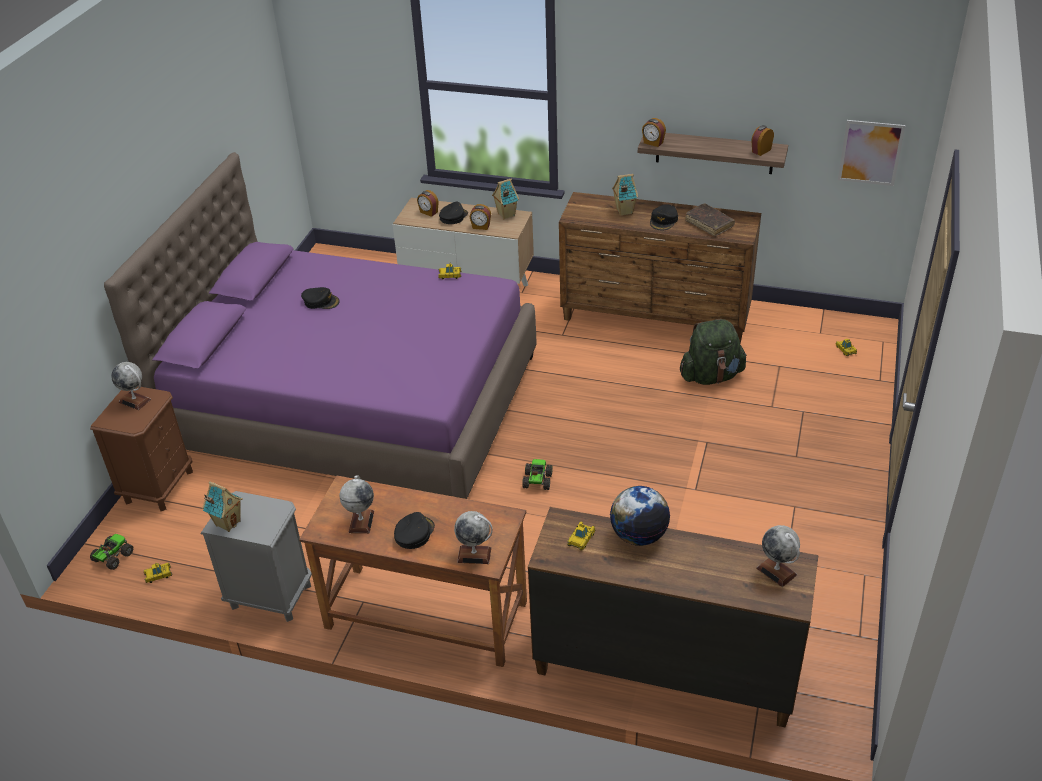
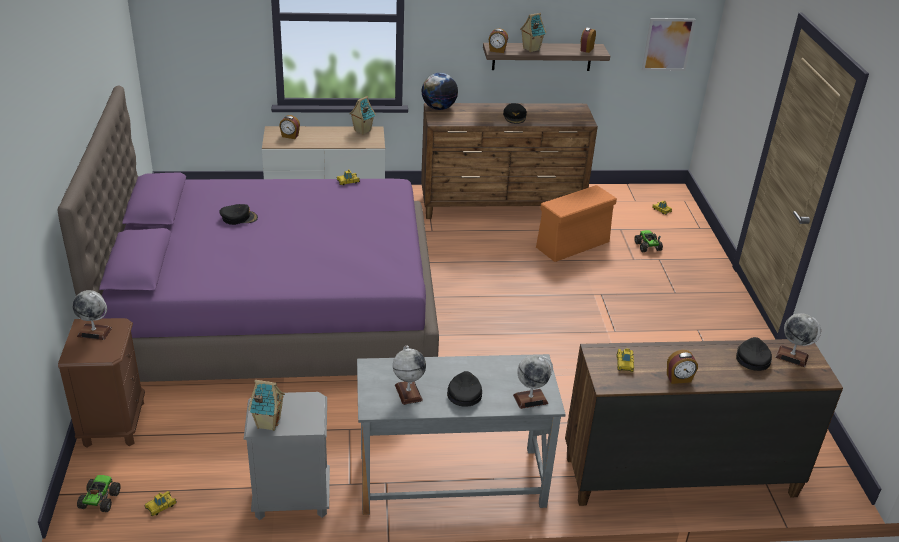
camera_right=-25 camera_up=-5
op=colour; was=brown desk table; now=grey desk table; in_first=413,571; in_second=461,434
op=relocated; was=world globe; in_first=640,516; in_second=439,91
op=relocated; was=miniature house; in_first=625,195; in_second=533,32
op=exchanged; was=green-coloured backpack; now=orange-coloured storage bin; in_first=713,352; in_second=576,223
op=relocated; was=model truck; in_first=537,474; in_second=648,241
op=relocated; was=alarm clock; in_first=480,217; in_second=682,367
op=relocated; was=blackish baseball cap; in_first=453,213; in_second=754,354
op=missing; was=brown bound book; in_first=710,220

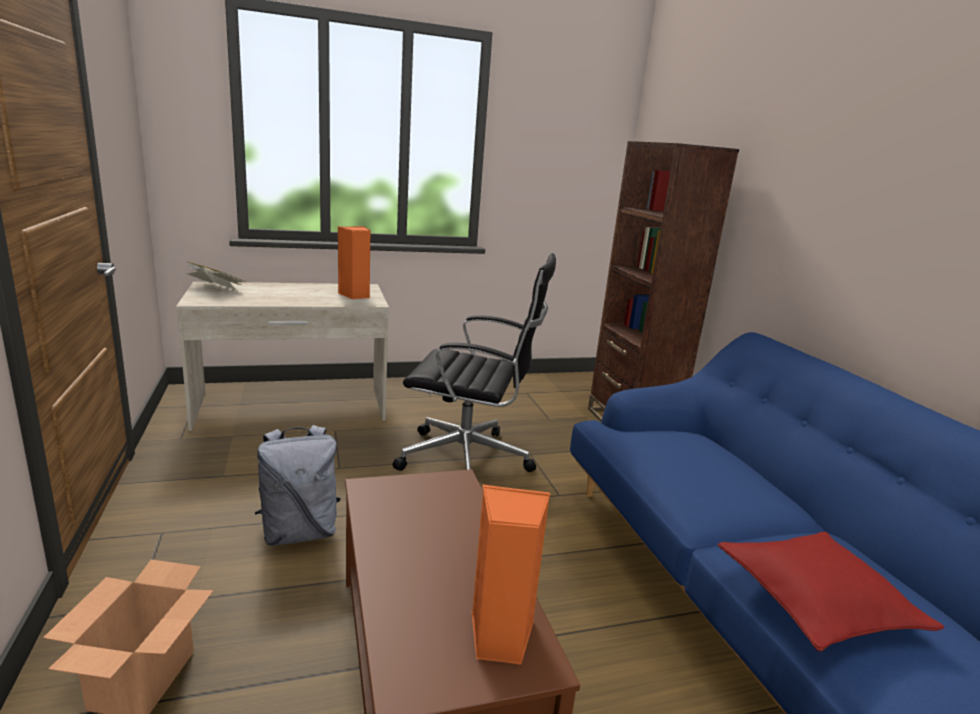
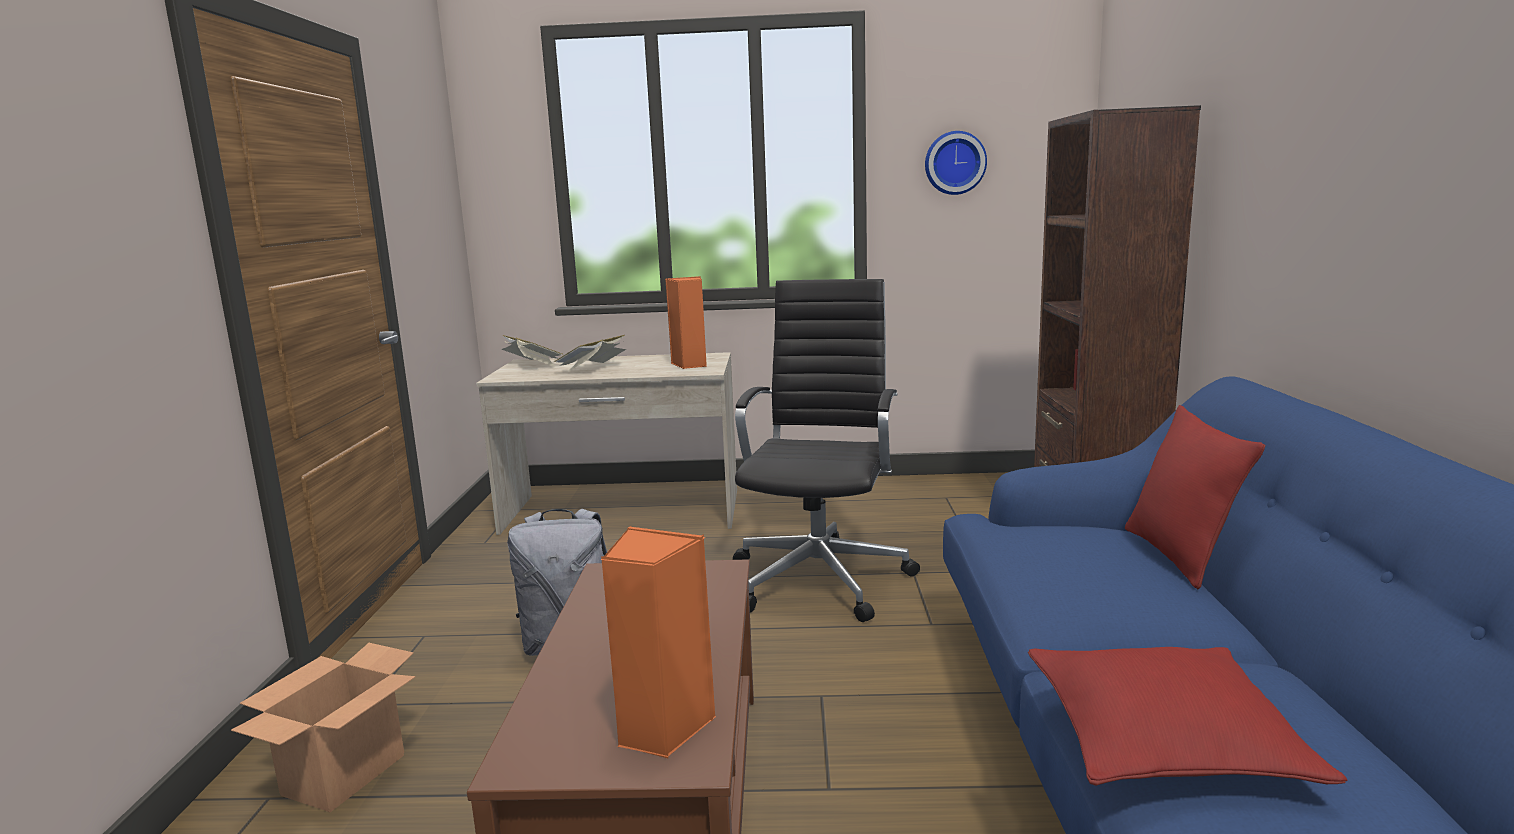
camera_right=20 camera_up=-5
op=appeared; now=bound book; in_second=590,354
op=spun; was=blackish desk chair; in_first=474,362; in_second=826,450; clockwise=-105
op=appeared; now=clock on the wall; in_second=956,163
op=appeared; now=reddish throw pillow; in_second=1195,497

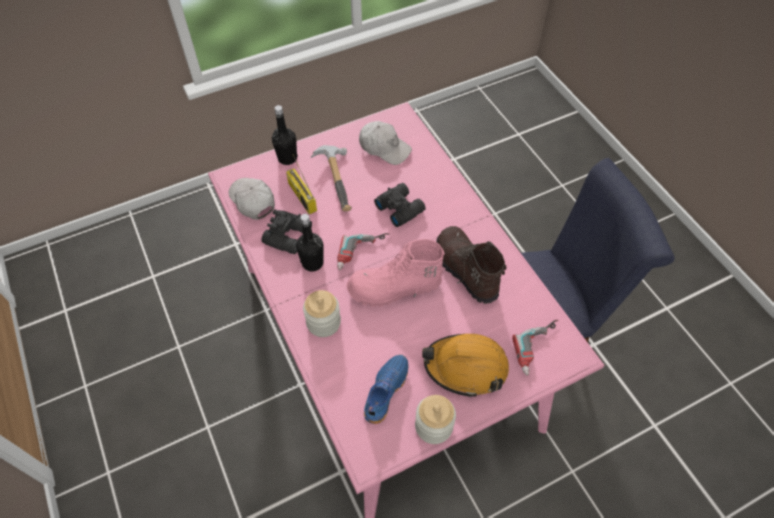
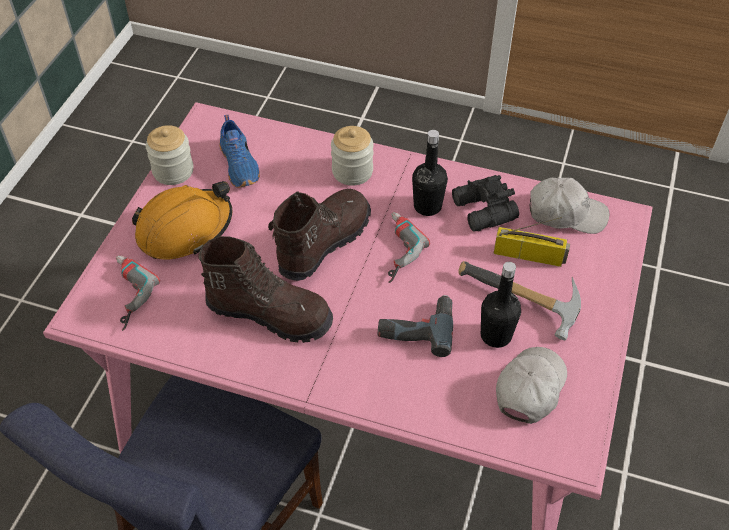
camera_right=135 camera_up=-5
op=colour; was=pinkish boot; now=brown boot; in_first=395,273; in_second=319,235
op=exchanged; was=blackish field glasses; now=electric drill; in_first=400,205; in_second=415,326
op=relocated; was=blackish beverage bottle; in_first=285,135; in_second=501,305
op=spun; was=whitish baseball cap; in_first=385,143; in_second=531,385; clockwise=135

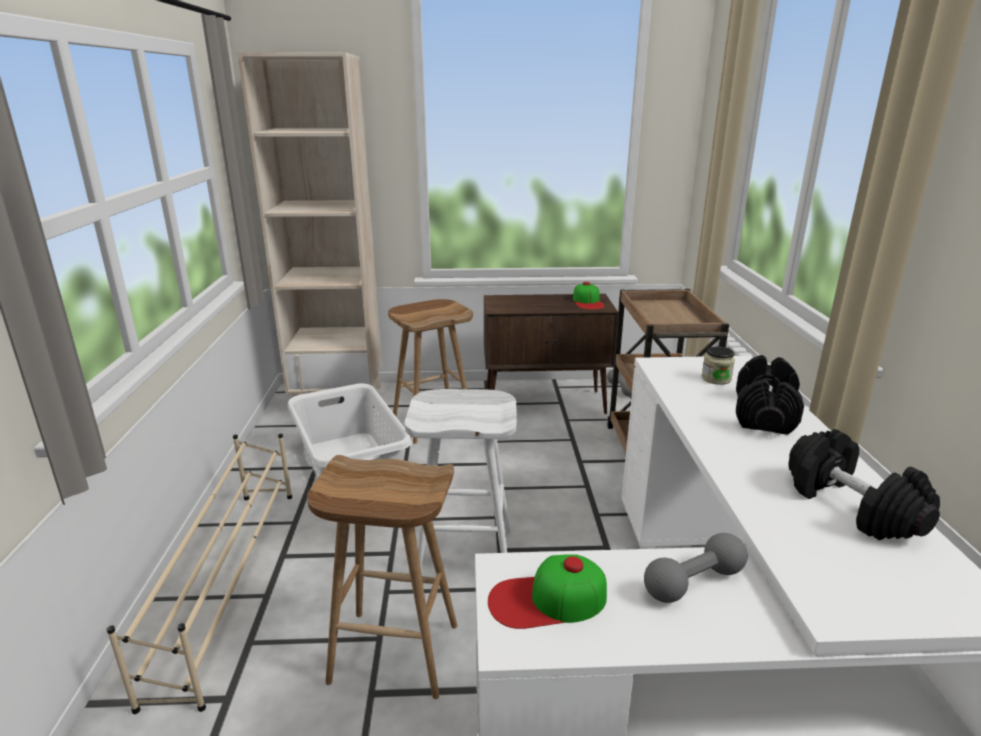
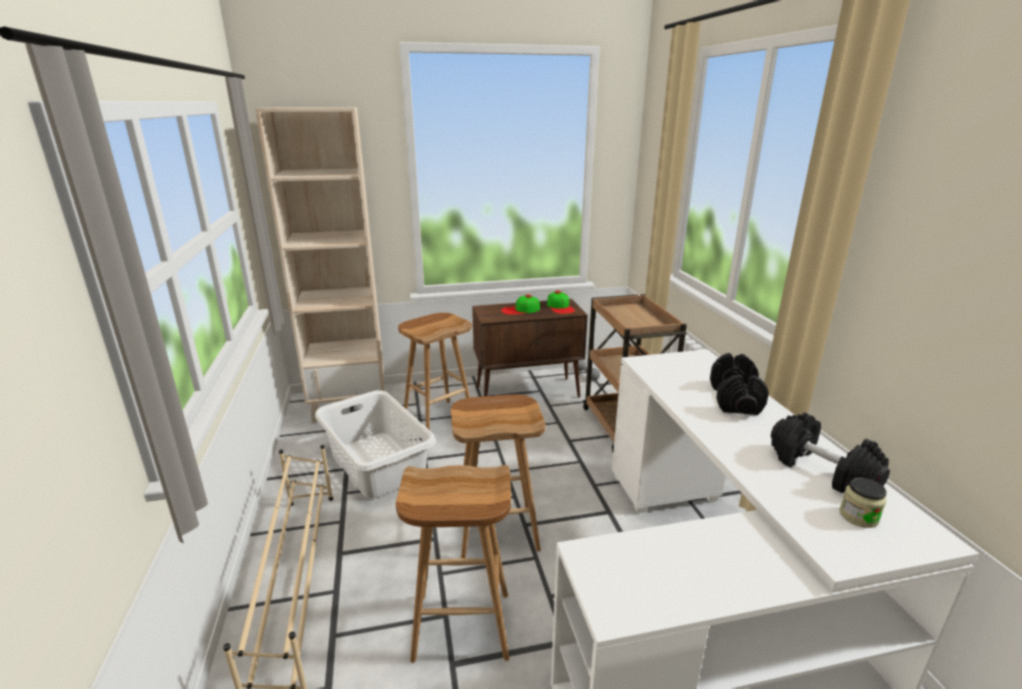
camera_right=-10 camera_up=0
op=colour; was=whitish stool; now=brown stool; in_first=460,479; in_second=498,476
op=relocated; was=baseball cap; in_first=547,591; in_second=520,304
op=relocated; was=storage jar; in_first=718,365; in_second=863,502
op=missing; was=grey free weight; in_first=696,568

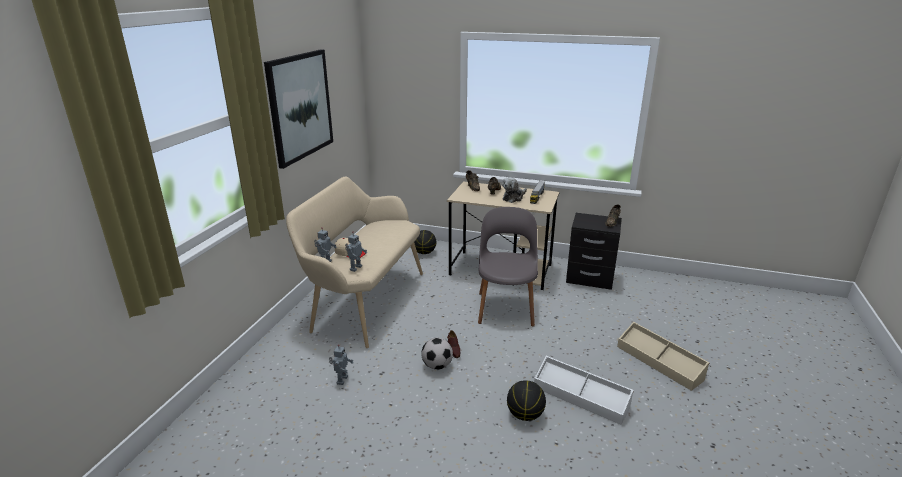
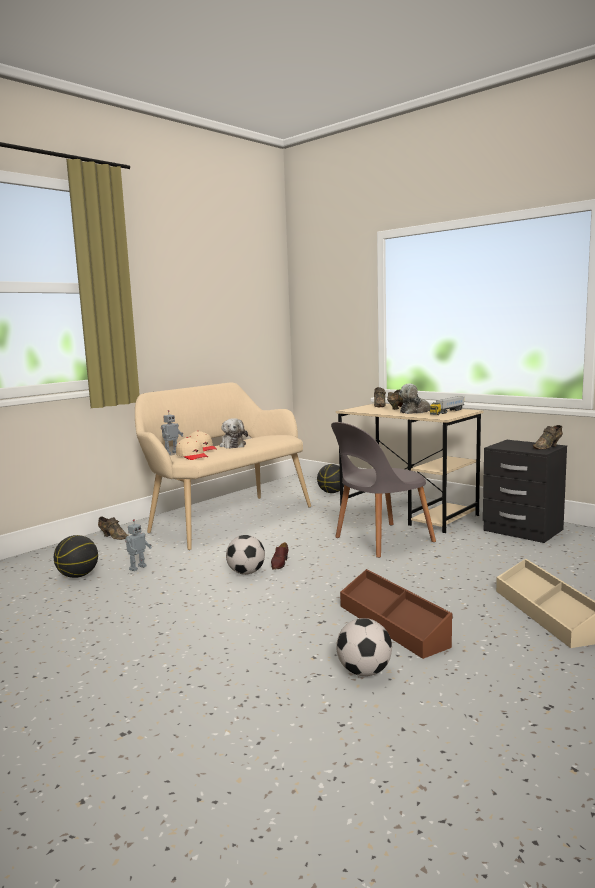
camera_right=25 camera_up=-15
op=relocated; was=basketball ball; in_first=526,400; in_second=76,556
op=appeared; now=brown shoe; in_second=113,528
op=exchanged; was=robot figure; now=beige-coloured baseball cap; in_first=356,252; in_second=192,448
op=appeared; now=soft toy; in_second=234,433
op=spun; was=grey chair; in_first=508,267; in_second=383,490; clockwise=-150
op=appeared; now=football ball; in_second=364,647
op=colour; was=whitish storage bin; now=brown storage bin; in_first=584,390; in_second=396,614
op=missing; was=picture; in_first=298,109

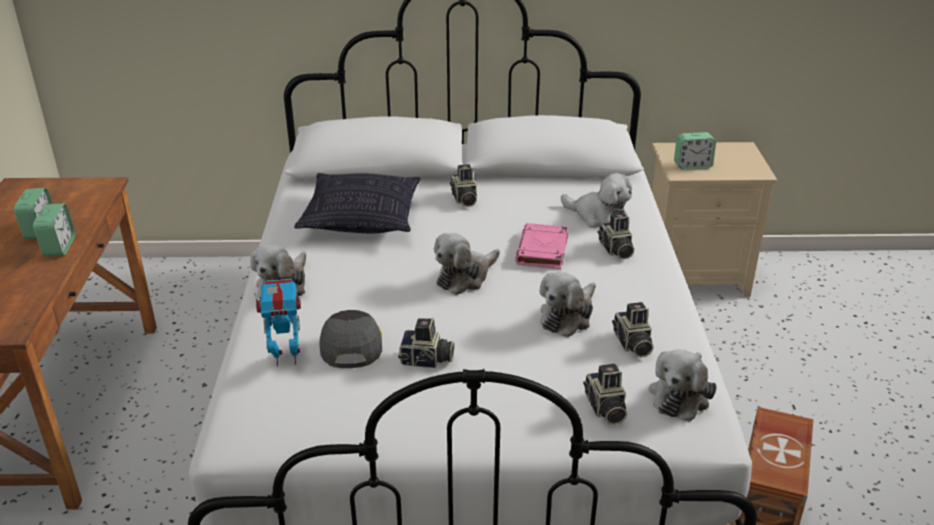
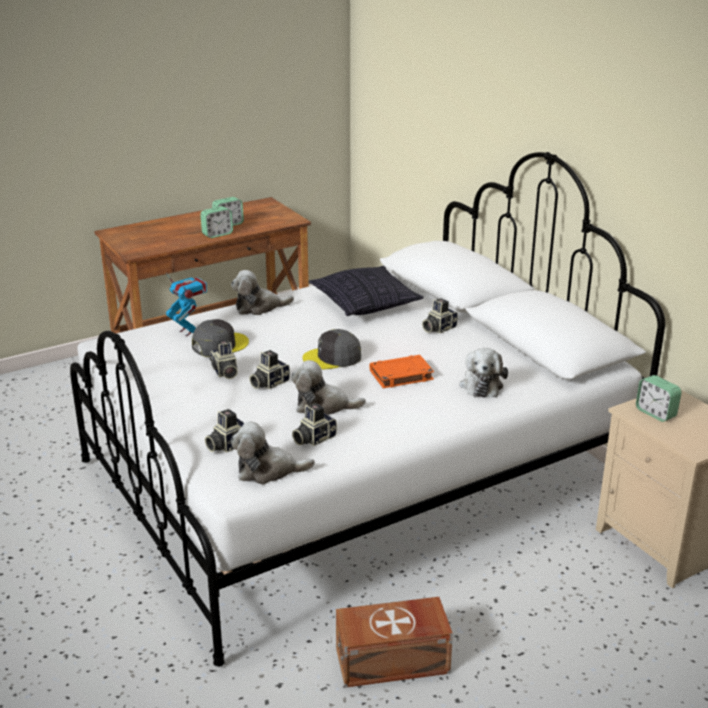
camera_right=60 camera_up=-5
op=relocated; was=photo camera; in_first=615,235; in_second=269,369
op=exchanged; was=soft toy; now=grey baseball cap; in_first=467,264; in_second=331,349
op=colour; was=pinkish bound book; now=orange-coloured bound book; in_first=541,246; in_second=401,371

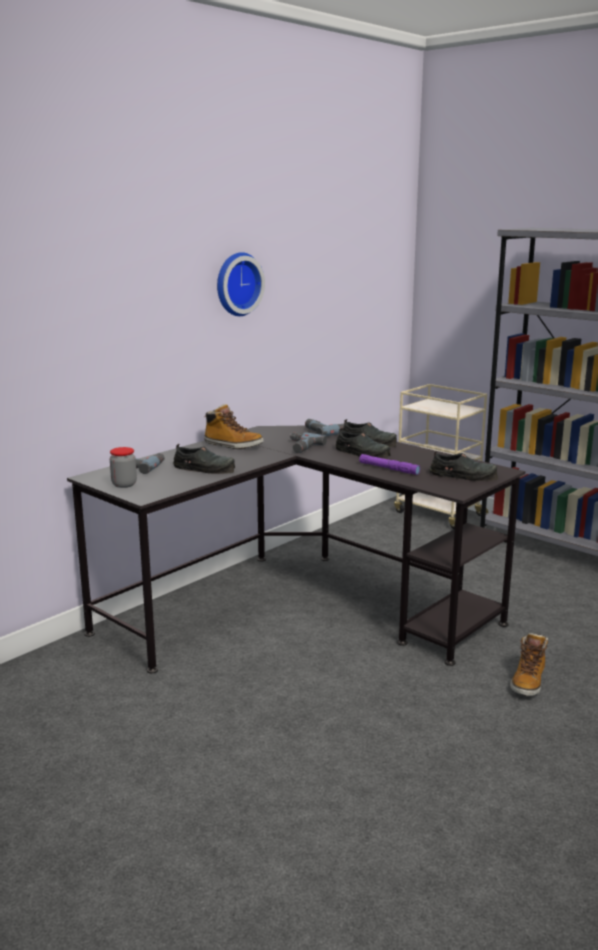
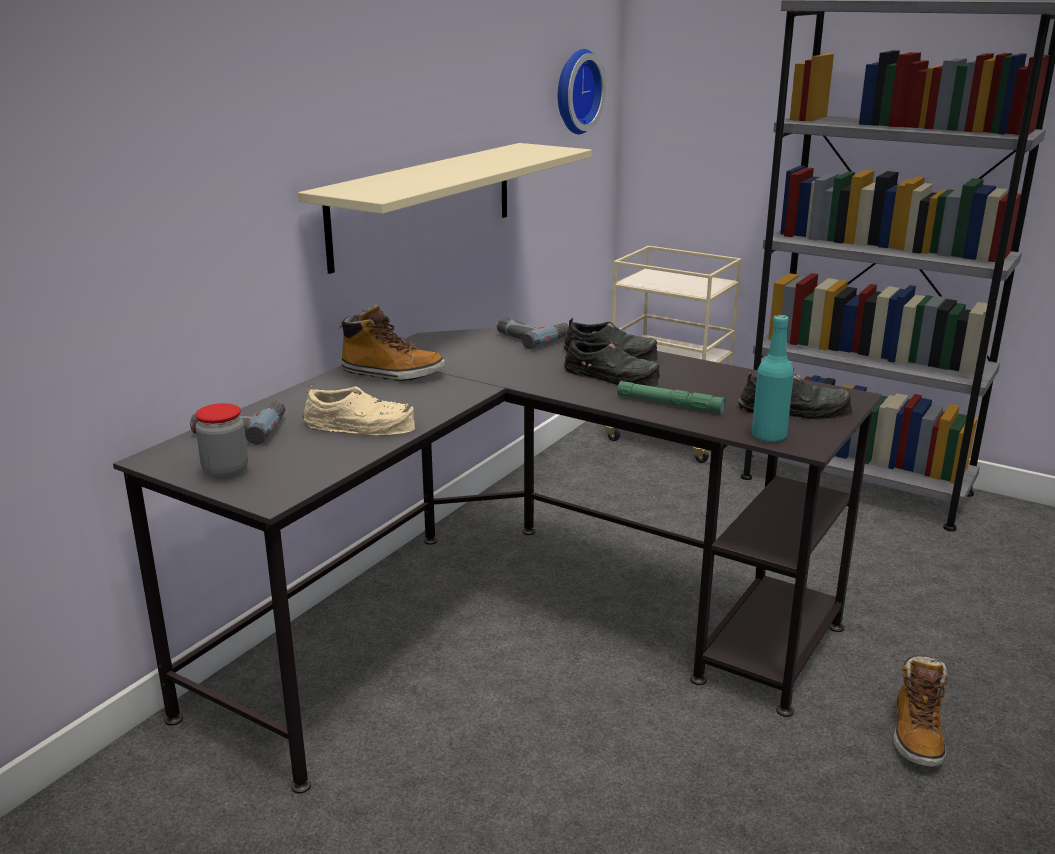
camera_right=-10 camera_up=5
op=appeared; now=beige-coloured wall shelf; in_second=445,208
op=colour; was=blackish shoe; now=beige-coloured shoe; in_first=204,459; in_second=359,409
op=relocated; was=clock on the wall; in_first=241,284; in_second=582,91
op=colour; was=purplish flashlight; now=green-coloured flashlight; in_first=389,464; in_second=671,397
op=appeared; now=turquoise beverage bottle; in_second=773,378
op=missing; was=electric drill; in_first=308,442

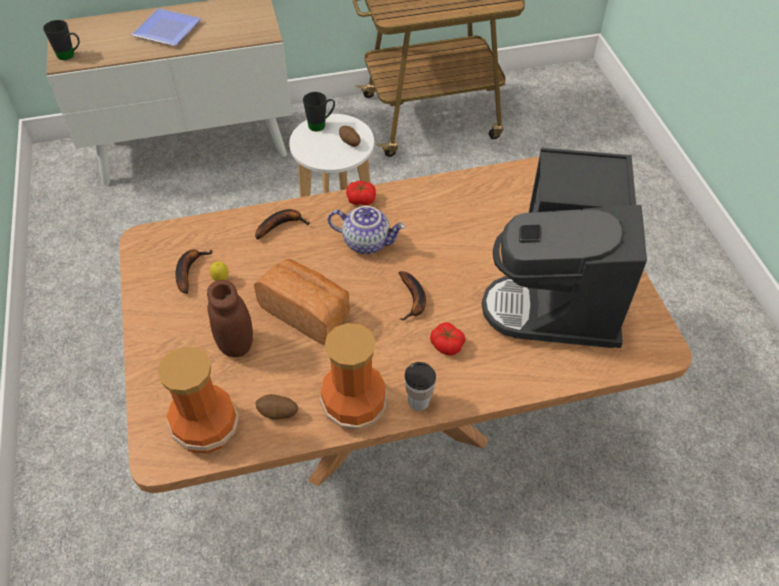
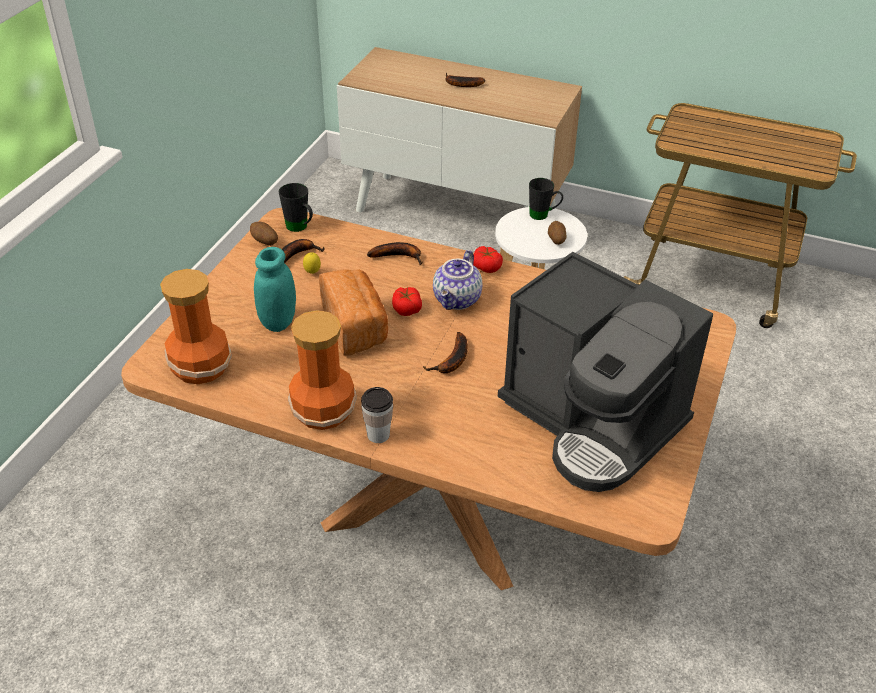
camera_right=35 camera_up=-10
op=relocated; was=spud; in_first=276,407; in_second=264,234
op=colour; was=brown storage jar; now=turquoise storage jar; in_first=230,318; in_second=275,289
op=relocated; was=blackish mug; in_first=61,40; in_second=296,207
op=relocated; was=tomato; in_first=448,339; in_second=407,301
op=spun; was=teapot; in_first=366,230; in_second=457,280; clockwise=60
op=exchanged; was=plate; now=whole banana; in_first=166,27; in_second=465,80
op=spun; was=coffee machine; in_first=564,248; in_second=605,372; clockwise=-90

